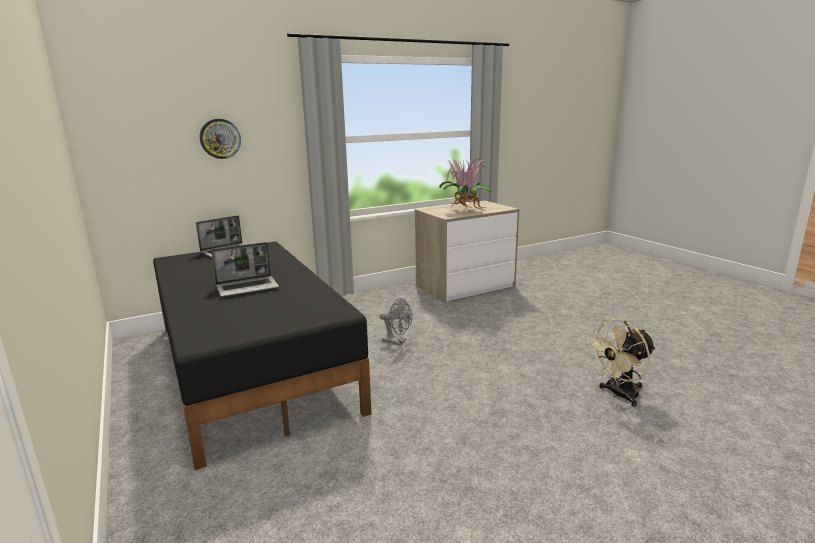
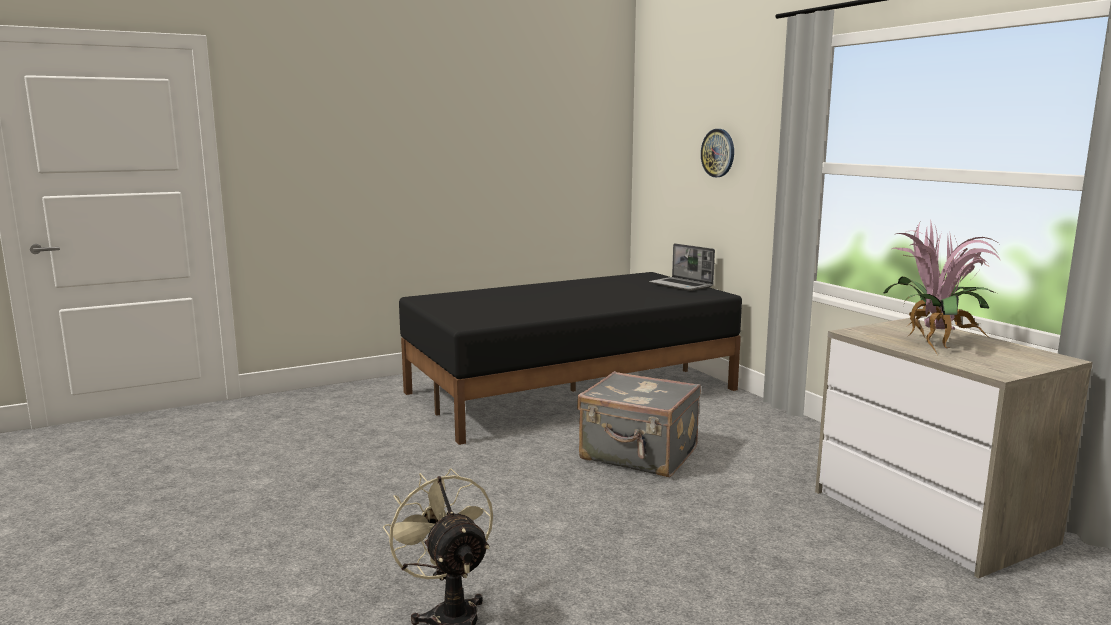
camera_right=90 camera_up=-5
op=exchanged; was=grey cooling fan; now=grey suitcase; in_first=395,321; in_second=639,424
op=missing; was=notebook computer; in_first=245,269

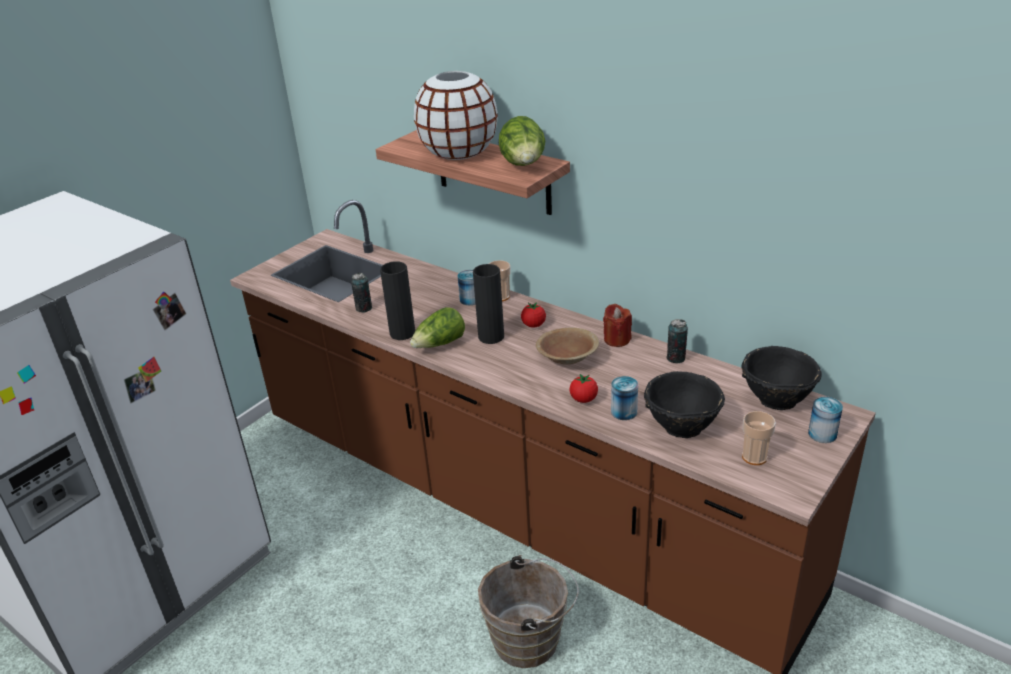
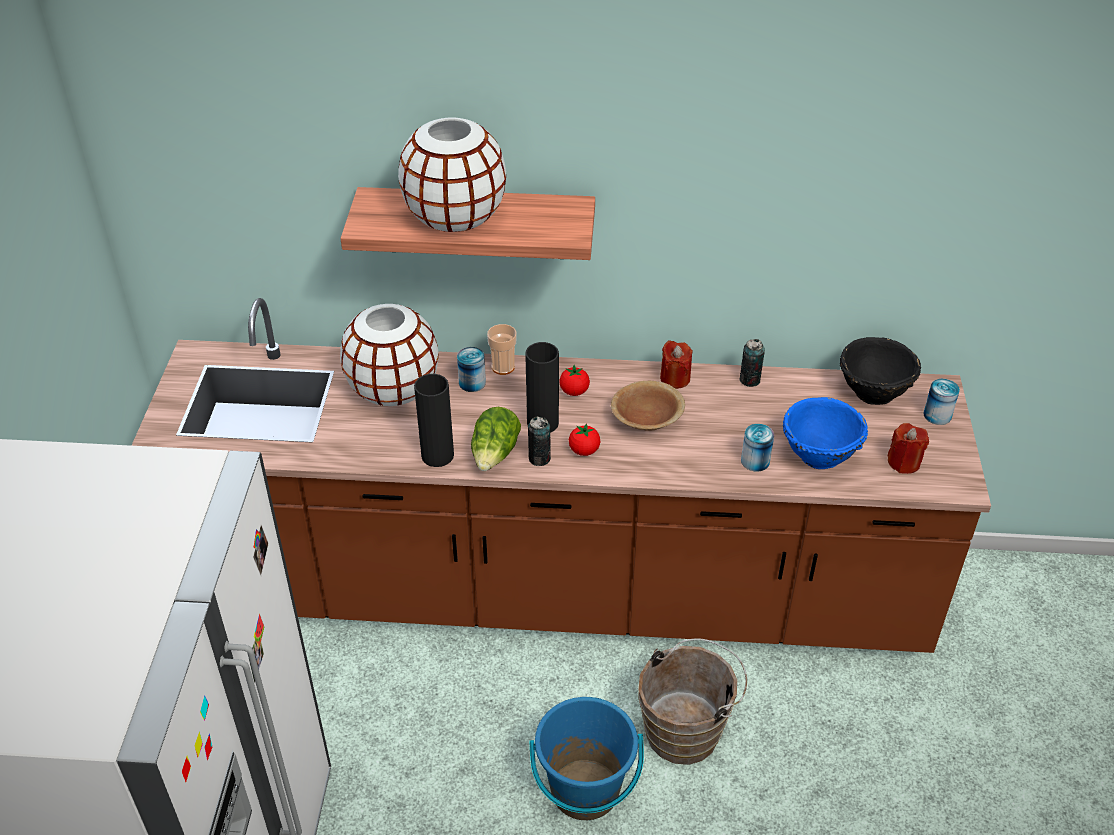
camera_right=-35 camera_up=10
op=appeared; now=whitish vase; in_second=389,355
op=relocated; was=sealed can; in_first=361,293; in_second=539,441
op=appeared; now=blue-coloured pail; in_second=586,758
op=relocated; was=tomato; in_first=583,388; in_second=584,439
op=colour; was=blackish deep dish; now=blue-coloured deep dish; in_first=684,404; in_second=825,433
op=exchanged; was=cup; now=reddish wax candle; in_first=759,438; in_second=908,448
op=missing; was=head of lettuce; in_first=522,141

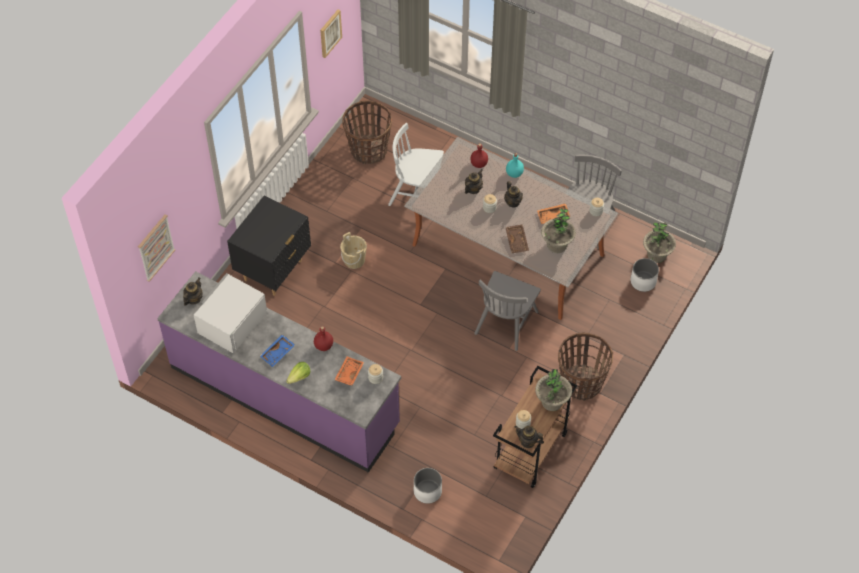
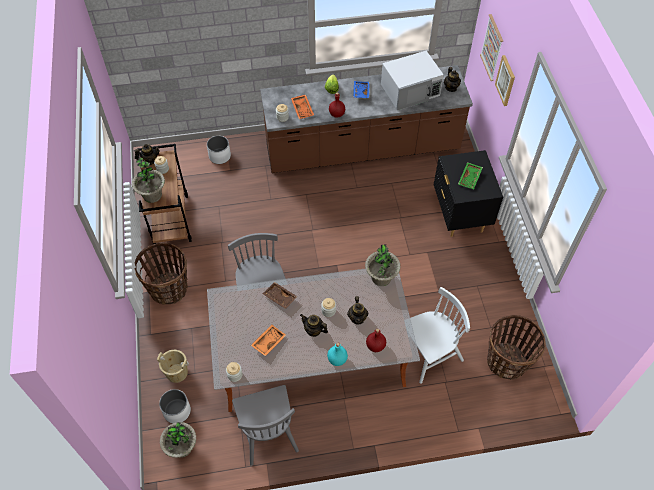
camera_right=140 camera_up=0
op=relocated; was=beige-coloured pail; in_first=353,250; in_second=173,366
op=colour; was=purplish kitchen counter; now=brown kitchen counter; in_first=279,372; in_second=366,119
op=relocated; was=potted plant; in_first=558,230; in_second=383,265
op=spun; was=whitish microwave oven; in_first=230,313; in_second=412,80; clockwise=75
op=appeared; now=green-coloured serving tray; in_second=470,175
op=relocated; was=picture; in_first=331,33; in_second=505,80

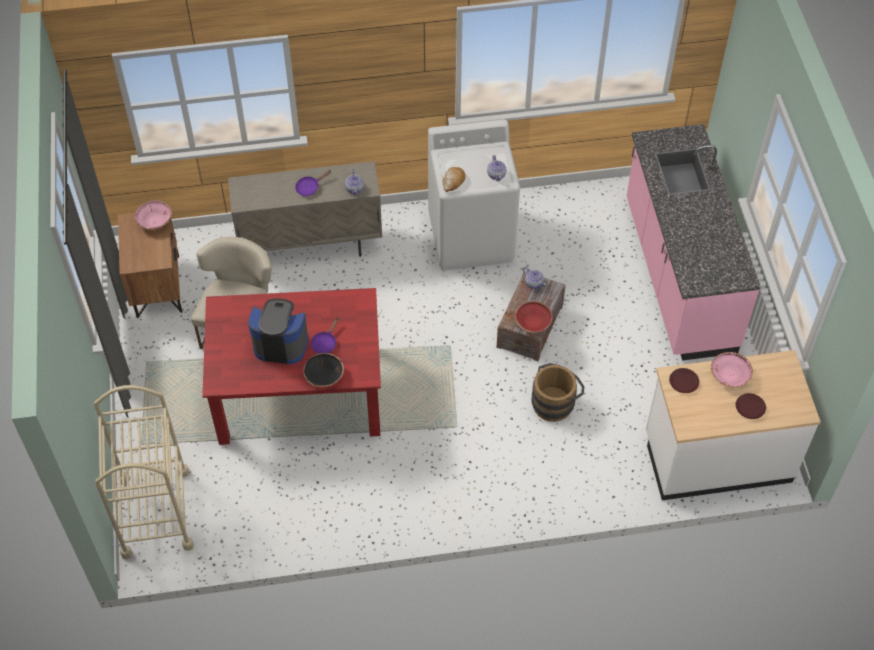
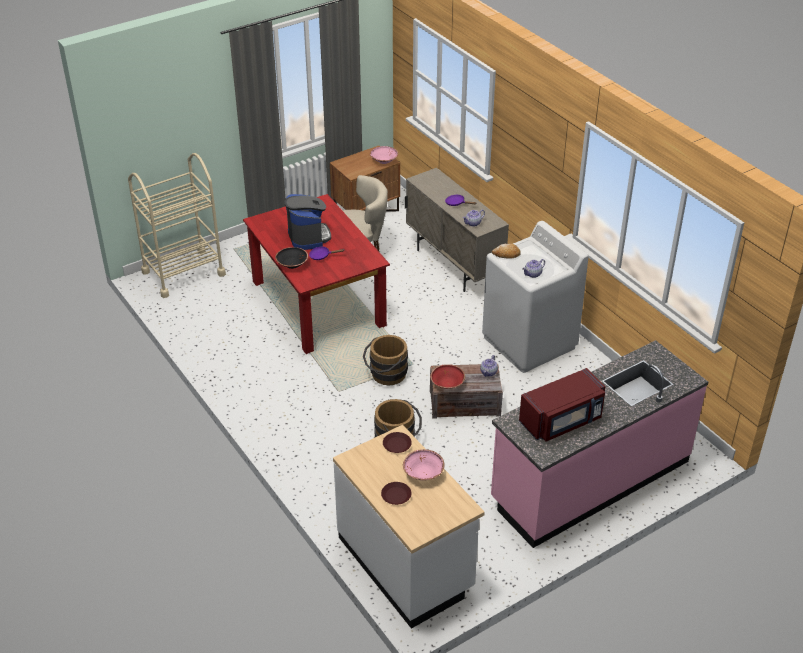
camera_right=65 camera_up=-15
op=appeared; now=brown pail; in_second=385,360
op=appeared; now=reddish microwave oven; in_second=562,404

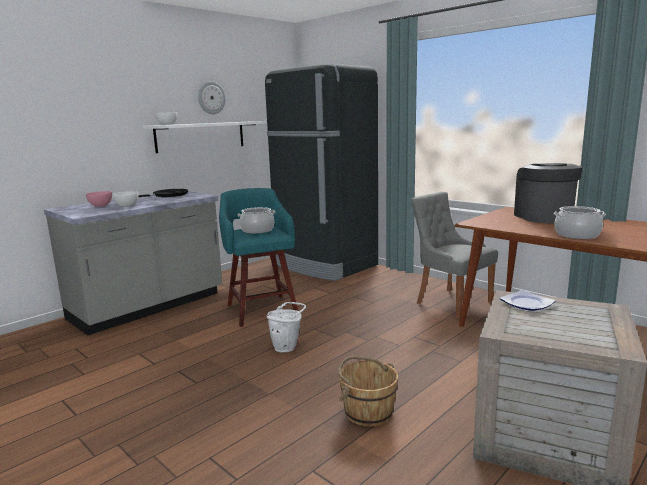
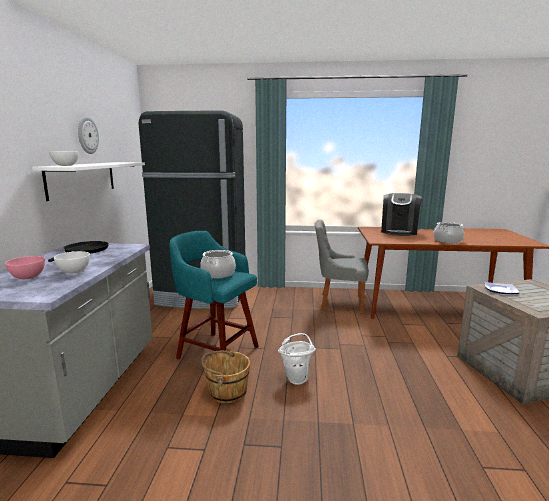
camera_right=-40 camera_up=0
op=relocated; was=brown pail; in_first=368,391; in_second=225,377
op=spun; was=coffee machine; in_first=548,193; in_second=401,214; clockwise=-120

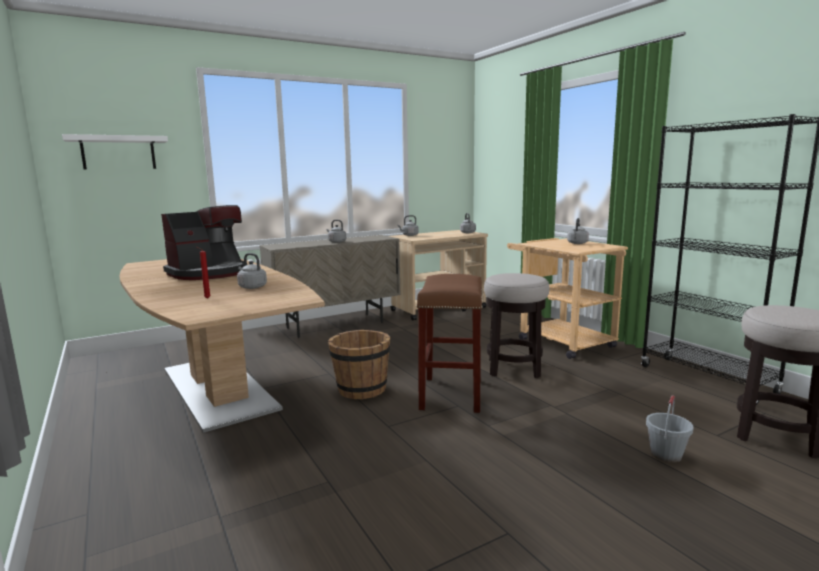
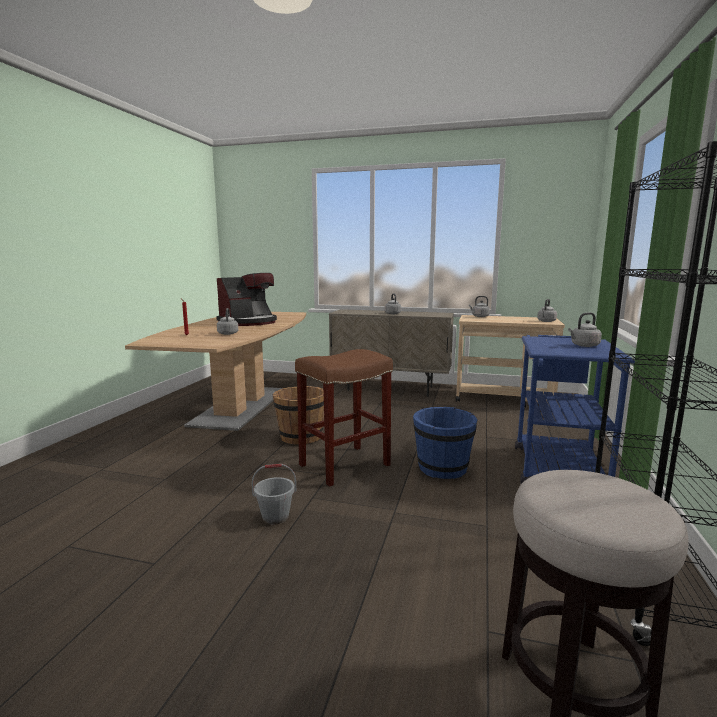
camera_right=45 camera_up=0
op=spun; was=coffee machine; in_first=203,242; in_second=246,299; clockwise=-45
op=relocated; was=grey pail; in_first=669,429; in_second=274,494
op=exchanged; was=stool; now=blue-coloured pail; in_first=516,325; in_second=445,443
op=colour; was=beige-coloured cart; now=blue-coloured cart; in_first=567,298; in_second=575,409
op=missing; was=whitish wall shelf; in_first=115,152

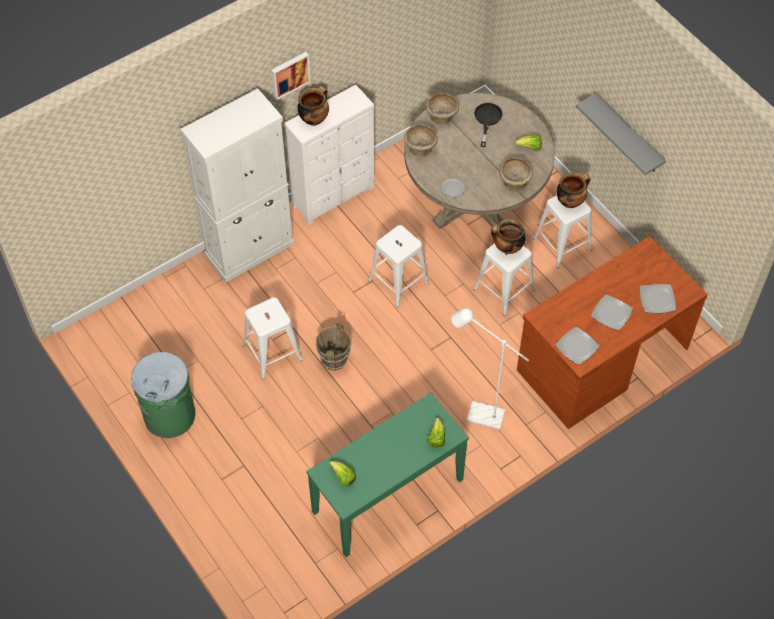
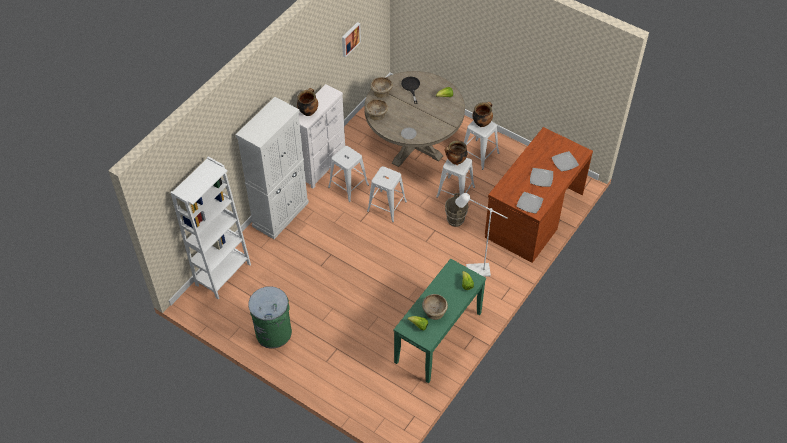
camera_right=-20 camera_up=-5
op=appeared; now=whitish bookcase; in_second=210,227
op=relocated; was=whitish stool; in_first=273,338; in_second=348,174
op=relocated; was=picture; in_first=291,76; in_second=351,40
op=relocated; was=beige-coloured deep dish; in_first=516,174; in_second=435,307
op=relocated; was=brown pail; in_first=333,347; in_second=457,210
op=missing; was=grey wall shelf; in_first=621,134

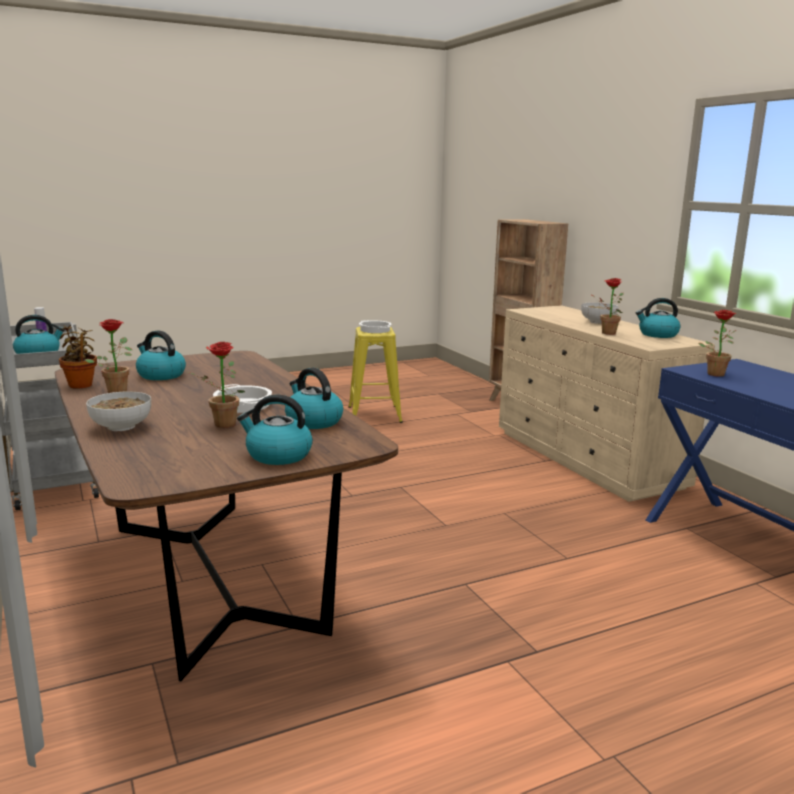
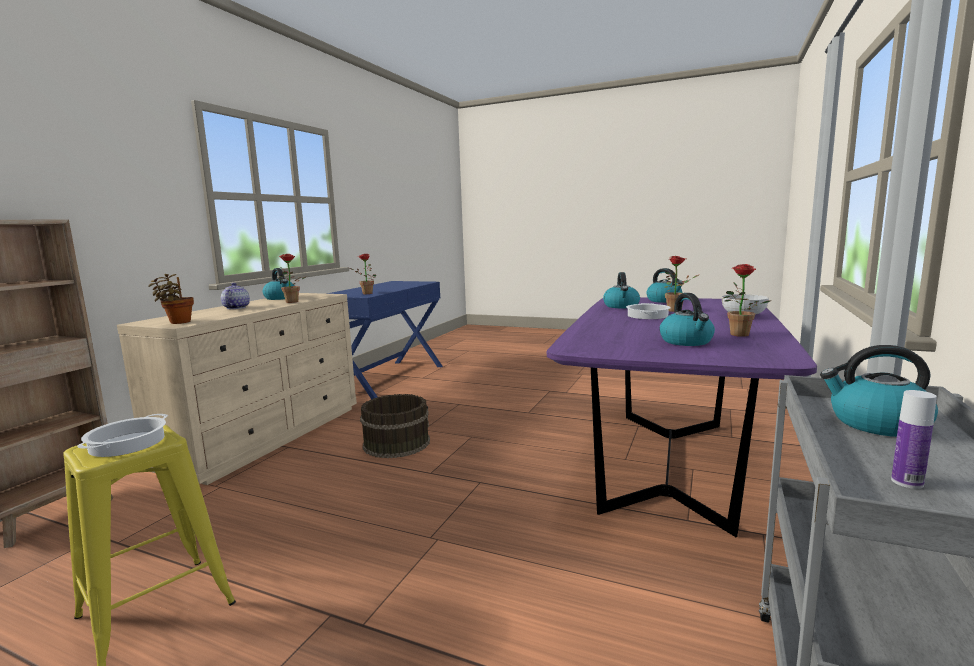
camera_right=-130 camera_up=-5
op=relocated; was=potted plant; in_first=78,357; in_second=171,299
op=exchanged; was=deep dish; now=teapot; in_first=600,313; in_second=235,296
op=appeared; now=brown pail; in_second=395,426
op=colour; was=brown kitchen table; now=purplish kitchen table; in_first=226,516; in_second=682,417

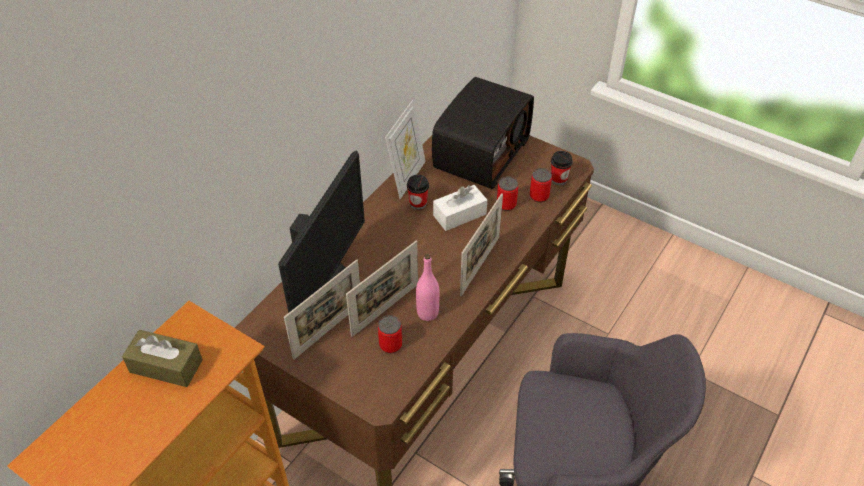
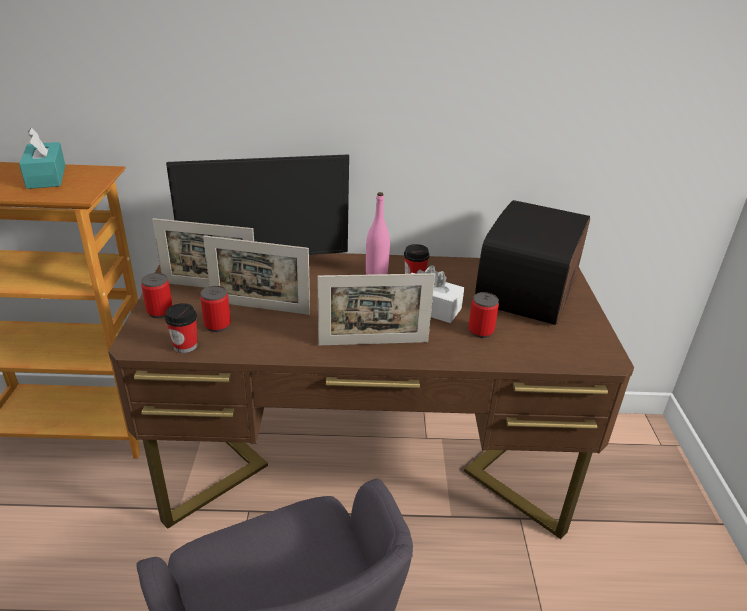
camera_right=55 camera_up=-15
op=colour; was=brown tissue box; now=turquoise tissue box; in_first=162,358; in_second=42,158
op=relocated; was=sealed can; in_first=541,185; in_second=156,295
op=relocated; was=cup; in_first=562,168; in_second=181,328
op=relocated; was=pinkish beverage bottle; in_first=427,287; in_second=378,233
op=spun; was=radio receiver; in_first=483,133; in_second=532,262; clockwise=120
op=missing; was=photo frame; in_first=405,149

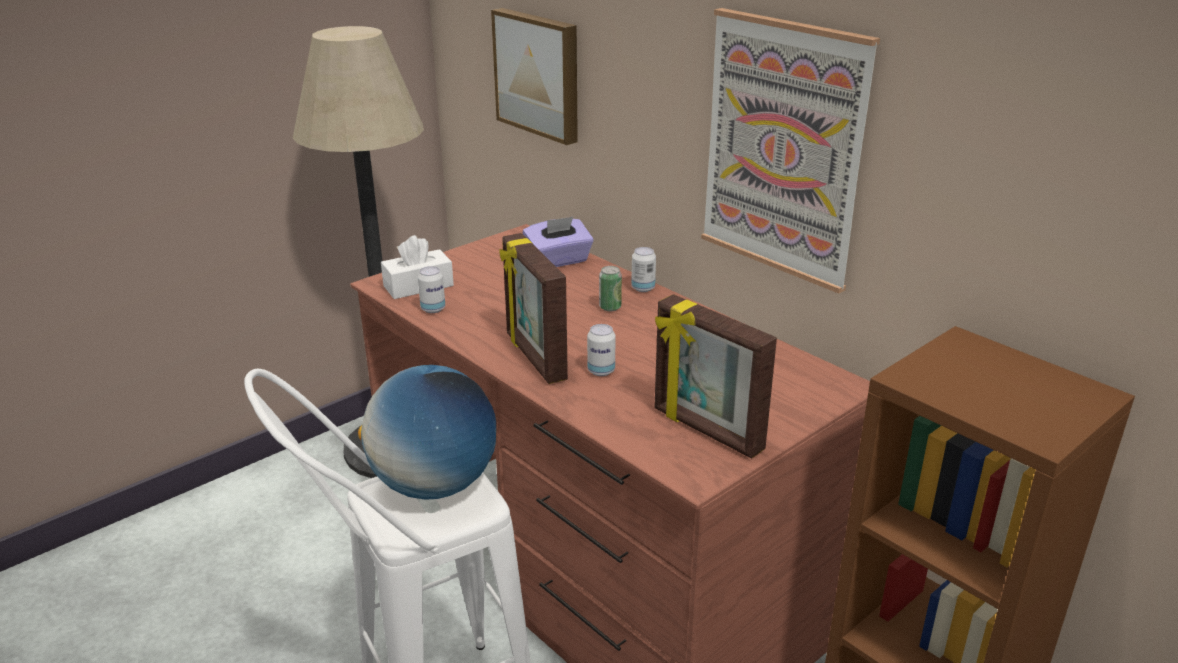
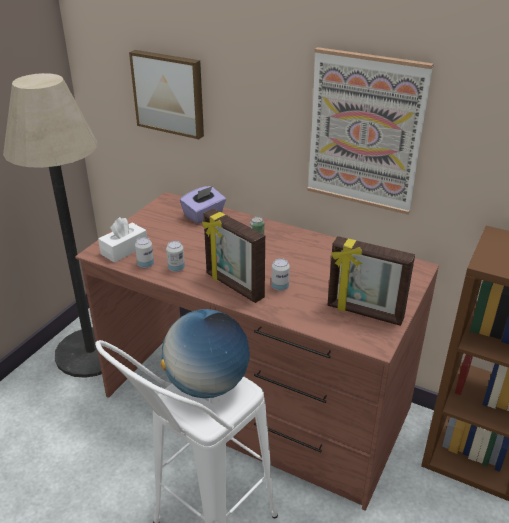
camera_right=-20 camera_up=5
op=relocated; was=sealed can; in_first=643,269; in_second=175,256

